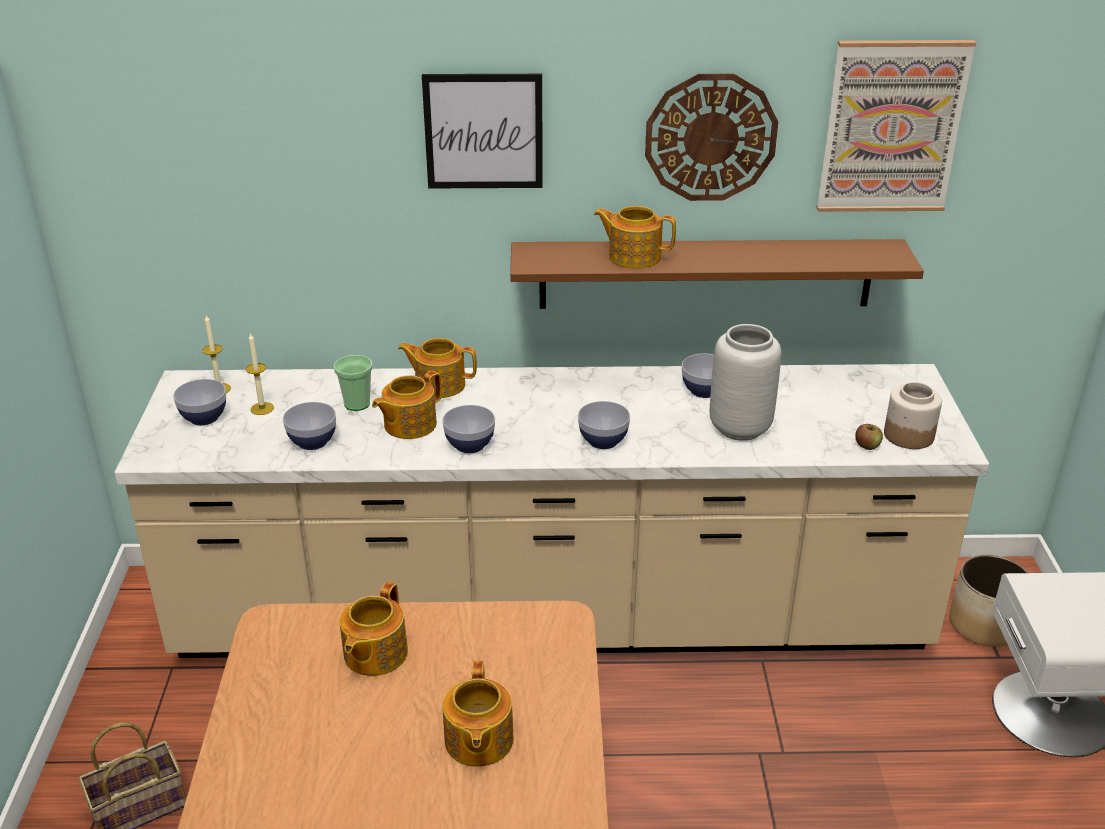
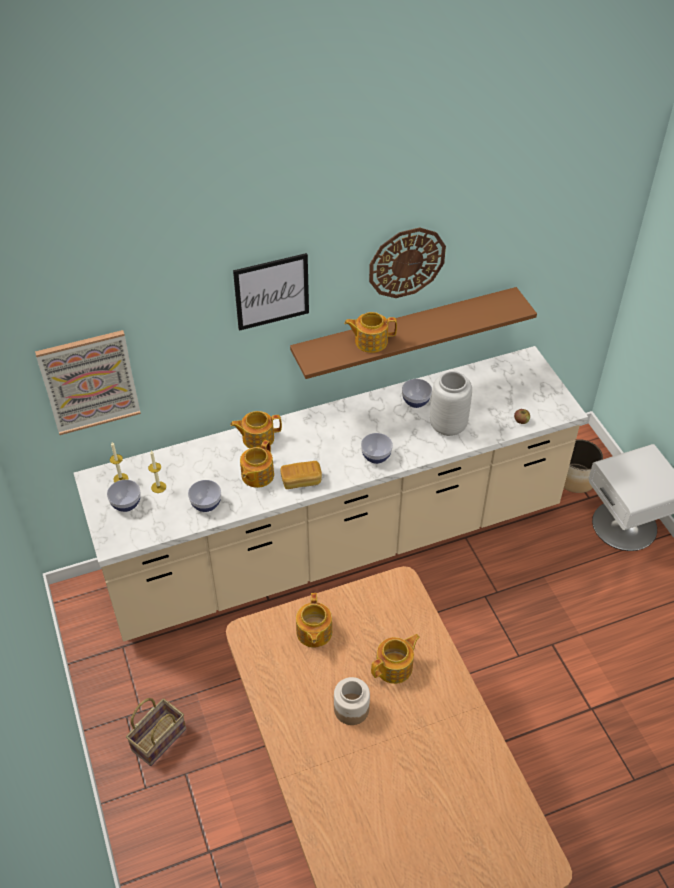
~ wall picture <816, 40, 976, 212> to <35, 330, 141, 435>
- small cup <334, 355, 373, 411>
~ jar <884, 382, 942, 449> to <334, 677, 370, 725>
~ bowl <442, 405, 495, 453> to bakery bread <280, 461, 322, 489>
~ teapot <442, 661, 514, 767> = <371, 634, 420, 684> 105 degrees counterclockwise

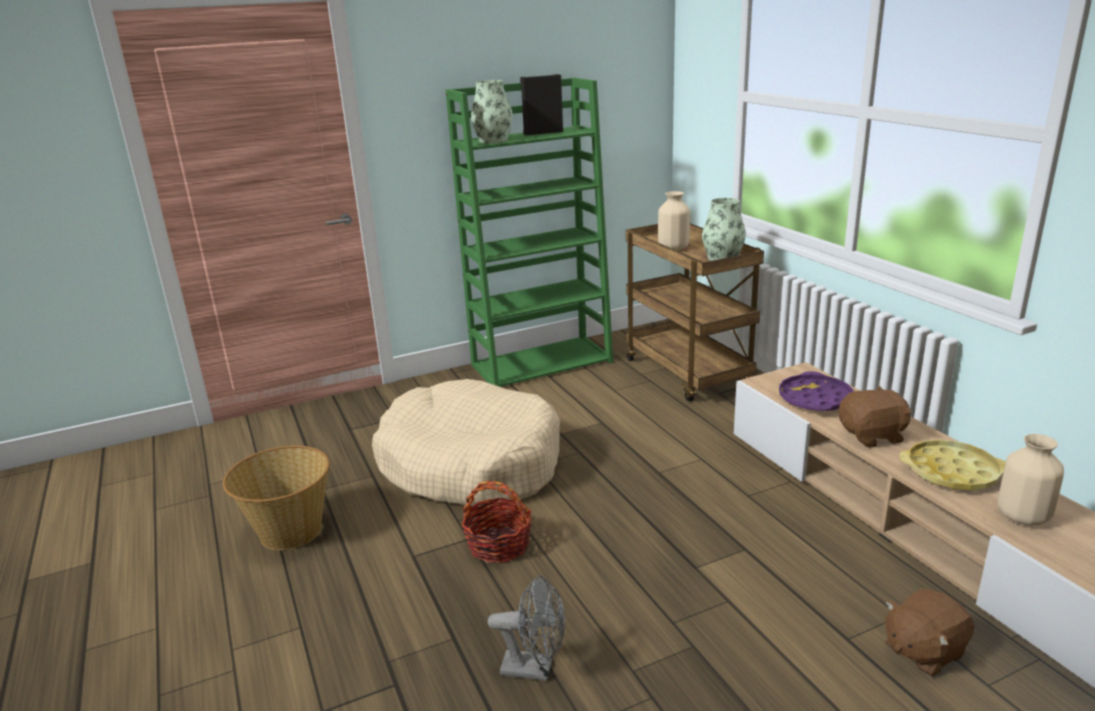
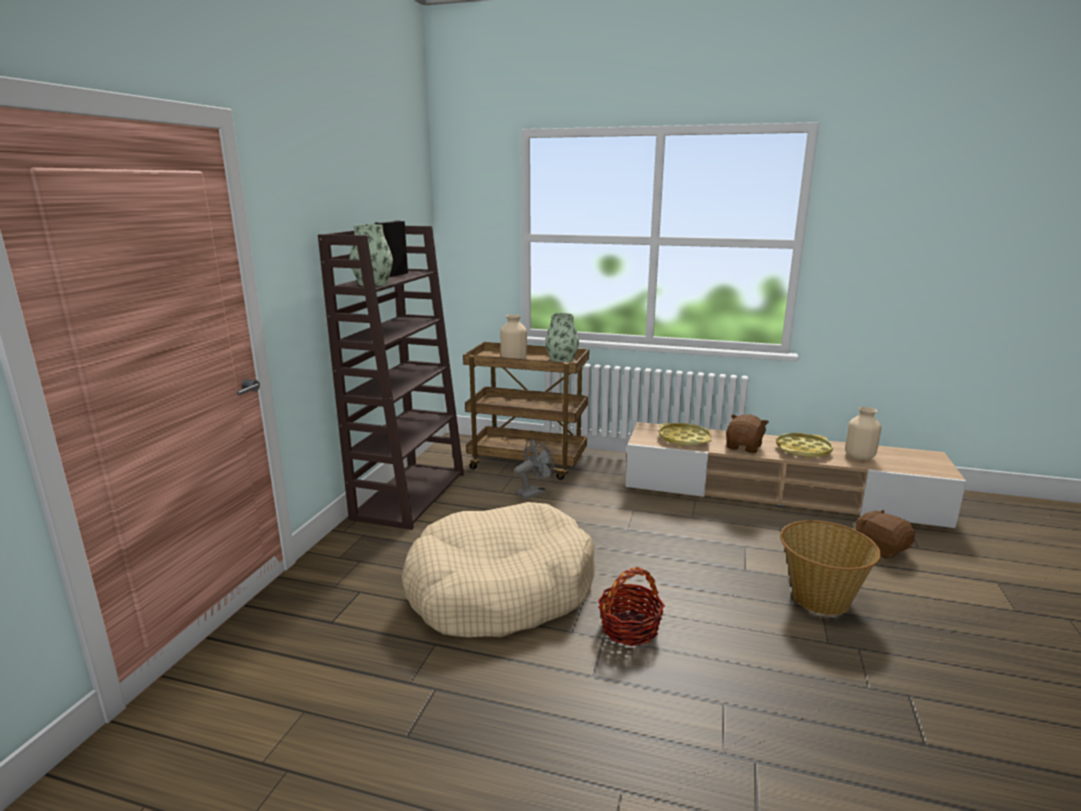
~ green bookshelf <446, 78, 613, 387> to brown bookshelf <318, 226, 464, 530>
~ purple serving tray <779, 371, 854, 411> to yellow serving tray <659, 423, 711, 446>
~ storage basket <223, 445, 330, 550> to <780, 520, 881, 615>
~ gray fan <488, 575, 565, 681> to <515, 440, 554, 499>
~ brown cuddly toy <885, 588, 974, 677> = <856, 510, 915, 559> 135 degrees clockwise

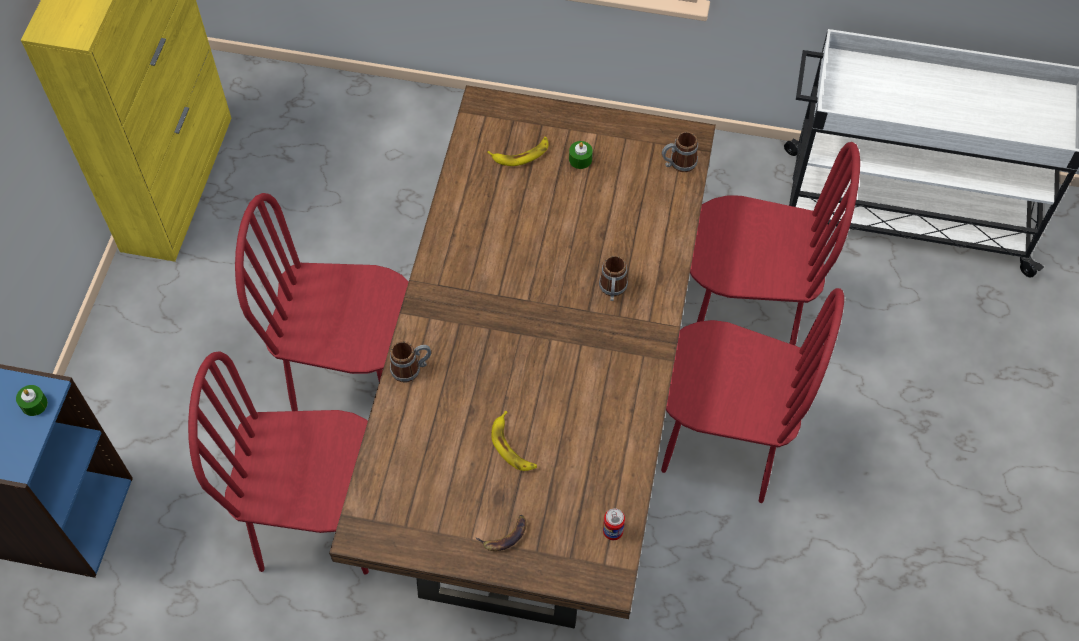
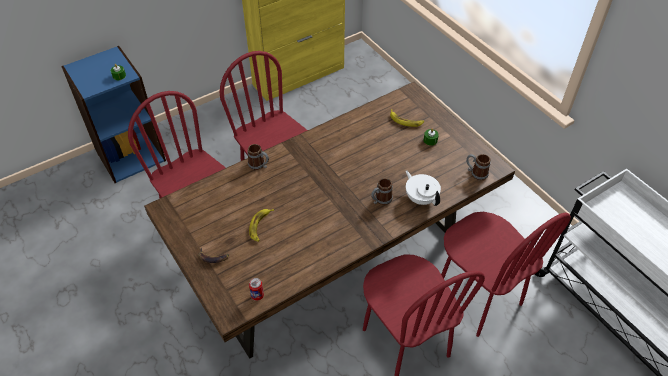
+ whitish teapot <406, 170, 441, 206>

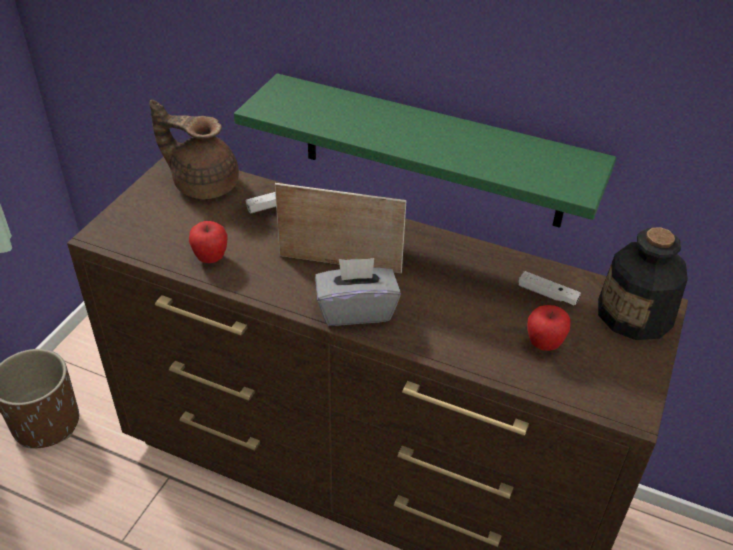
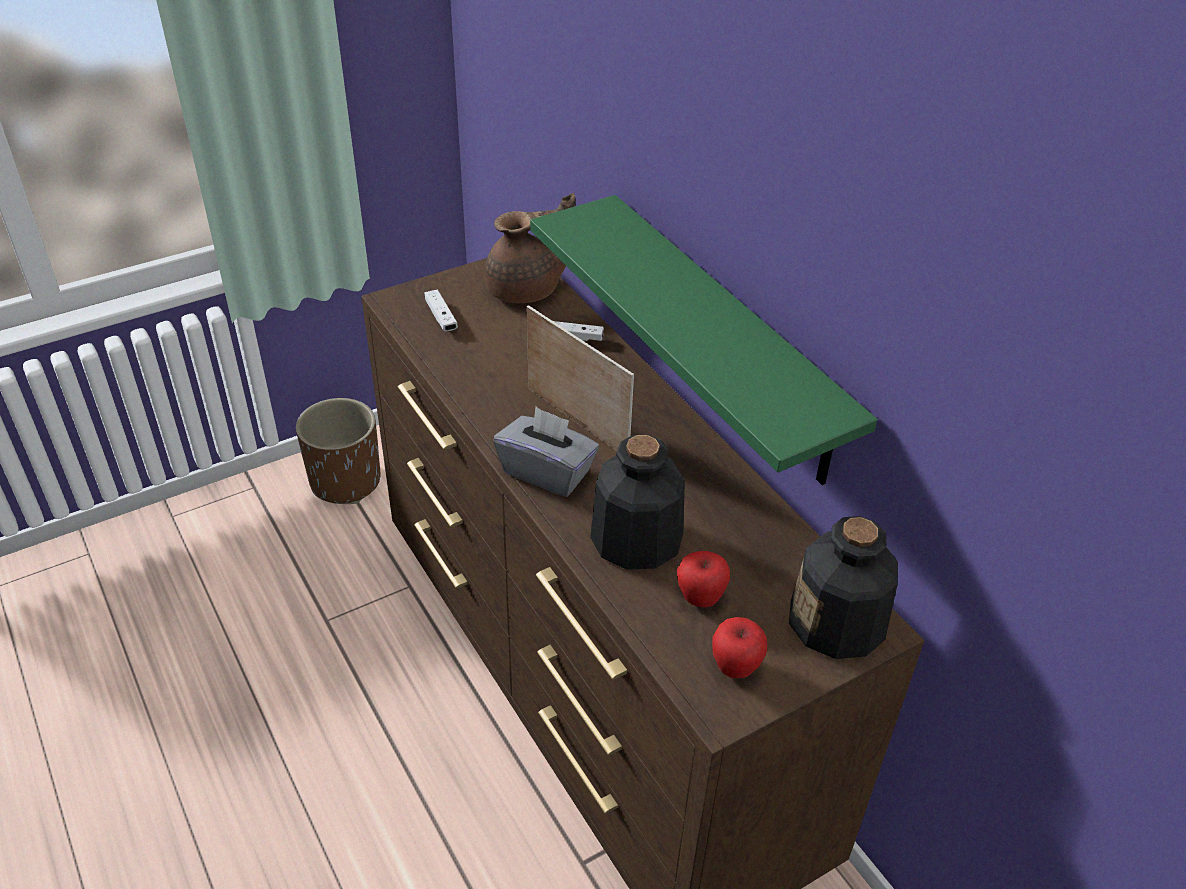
~ brown teapot <149, 99, 239, 199> = <485, 193, 575, 303> 105 degrees clockwise
~ whole apple <189, 221, 228, 263> to <712, 617, 767, 678>
~ whitish joypad <518, 271, 581, 305> to <424, 290, 458, 331>
+ drink bottle <590, 435, 685, 570>

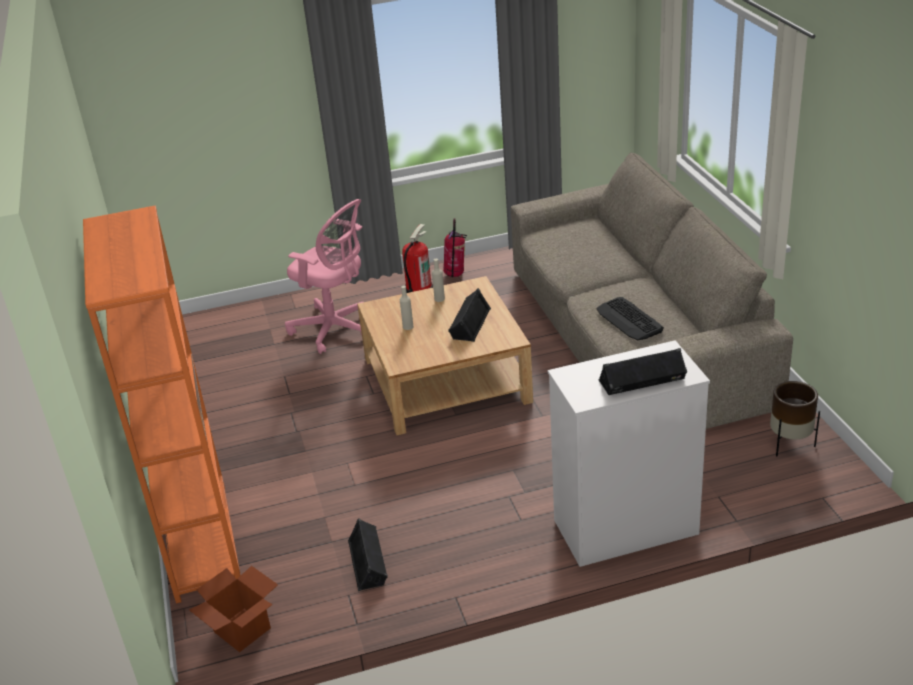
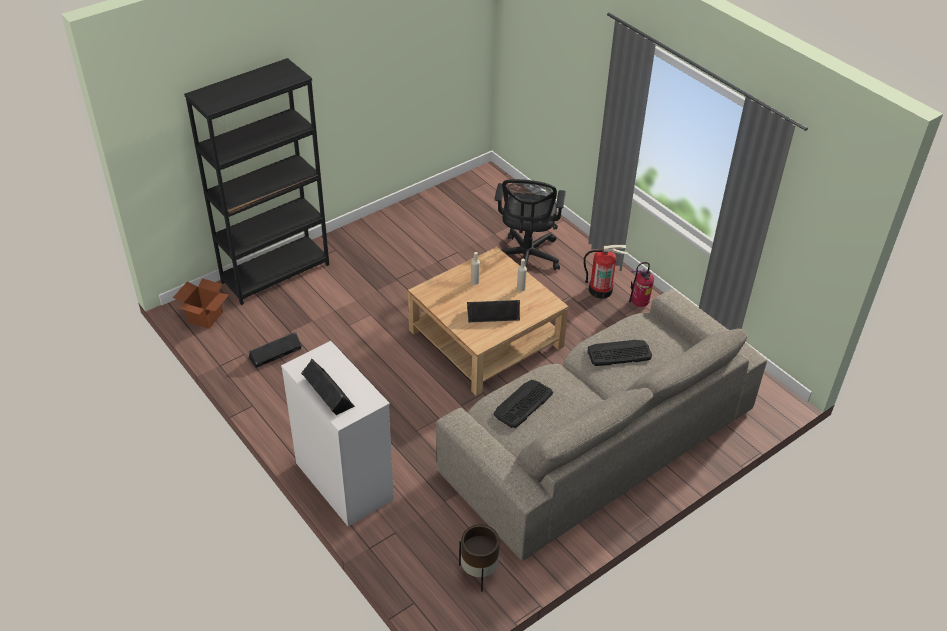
~ pink computer chair <285, 199, 363, 354> to black-coloured computer chair <495, 179, 566, 270>
~ orange-coloured bookshelf <83, 205, 241, 604> to black-coloured bookshelf <184, 58, 329, 305>
+ keyboard <588, 340, 652, 366>

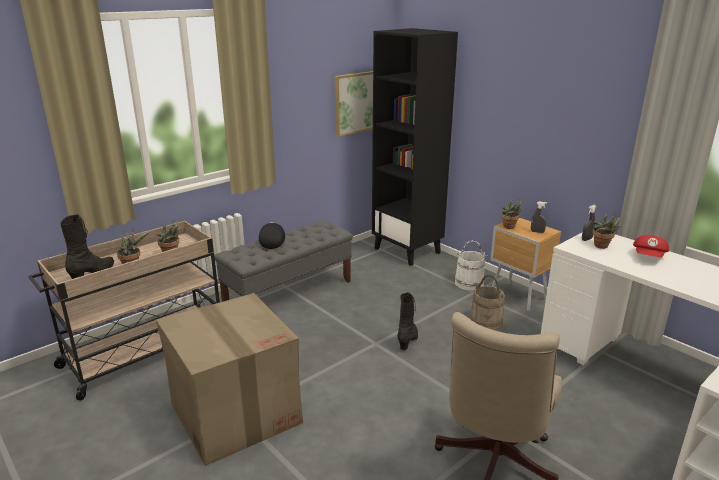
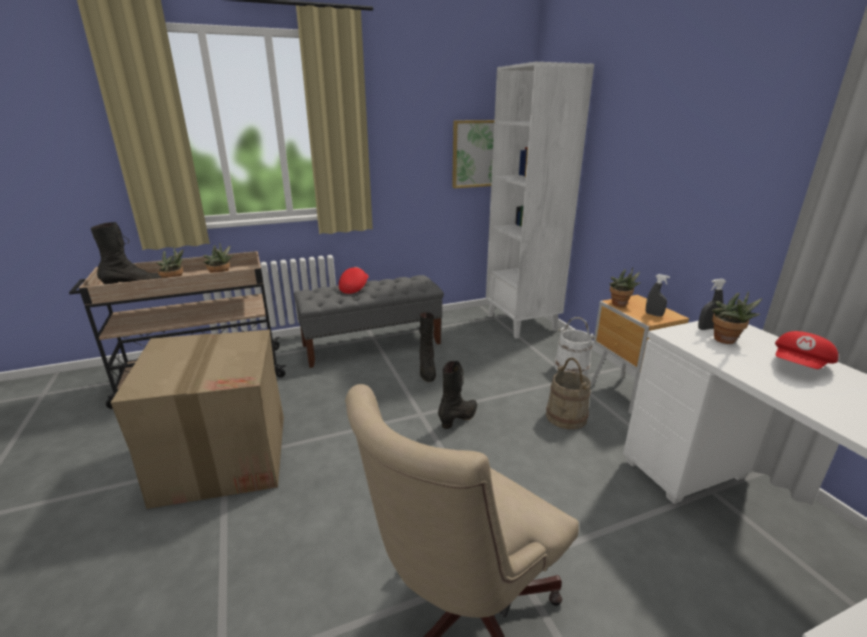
~ black-coloured bookshelf <372, 28, 458, 266> to whitish bookshelf <486, 62, 594, 339>
~ black-coloured peaked cap <259, 222, 285, 249> to reddish peaked cap <339, 267, 369, 294>
+ black-coloured high-top boot <419, 312, 436, 382>

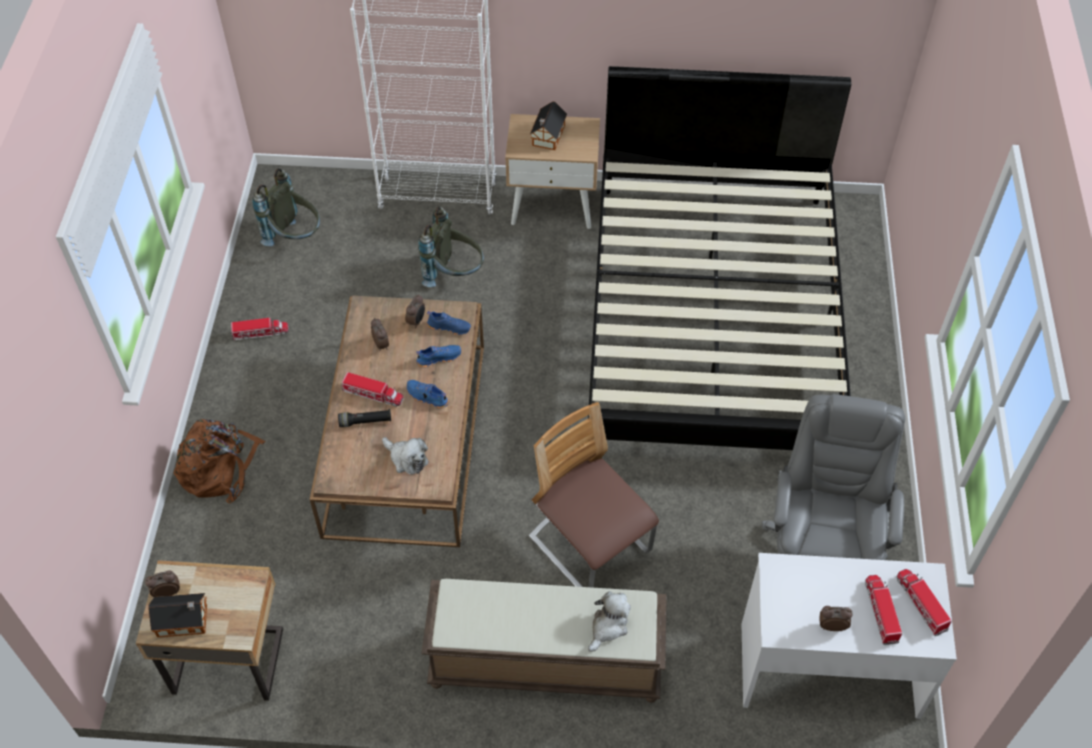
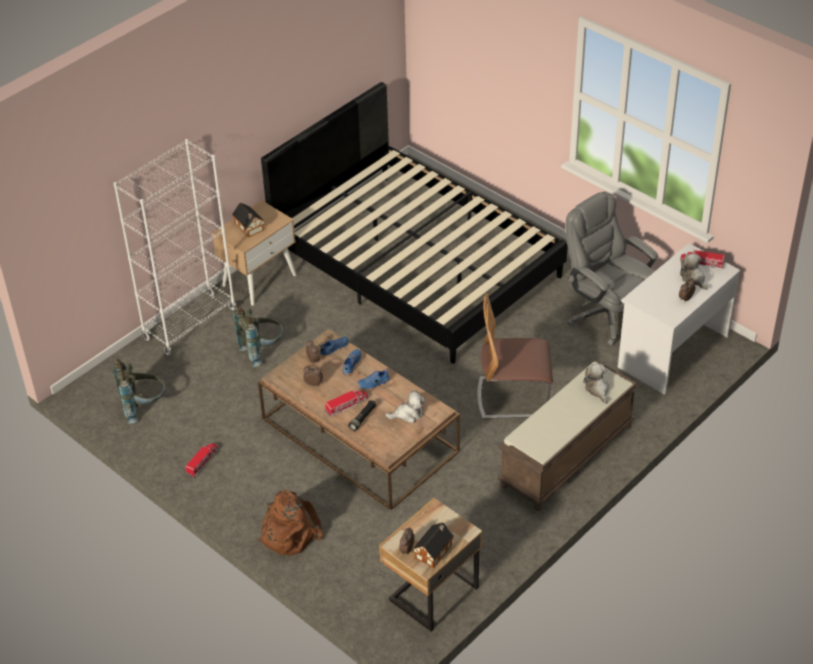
~ toy truck <865, 575, 902, 645> to cuddly toy <680, 253, 708, 290>

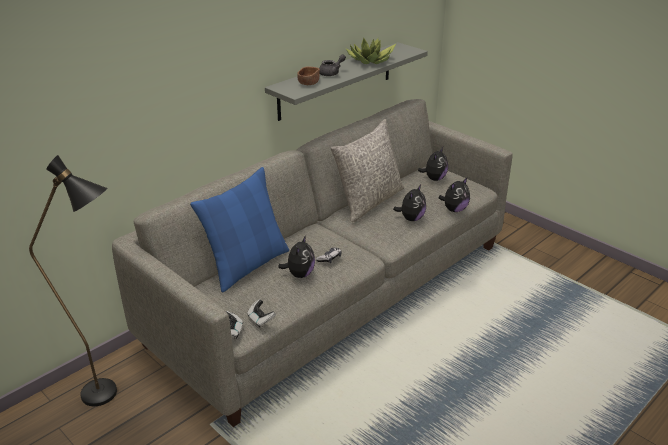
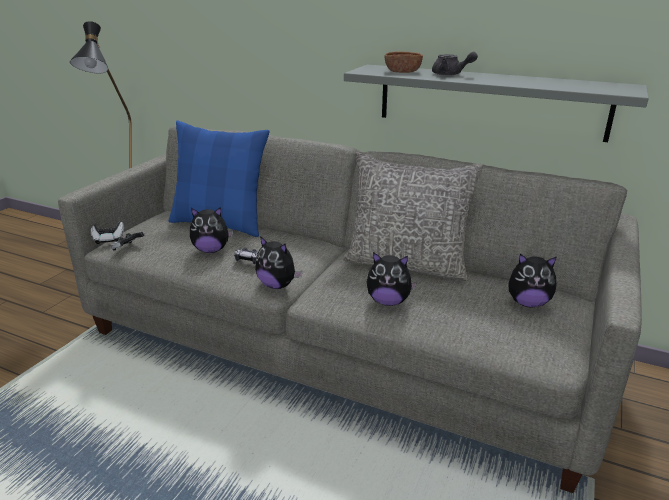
- plant in a pot <346, 38, 396, 64>
~ cuddly toy <439, 178, 470, 212> to <255, 236, 302, 289>

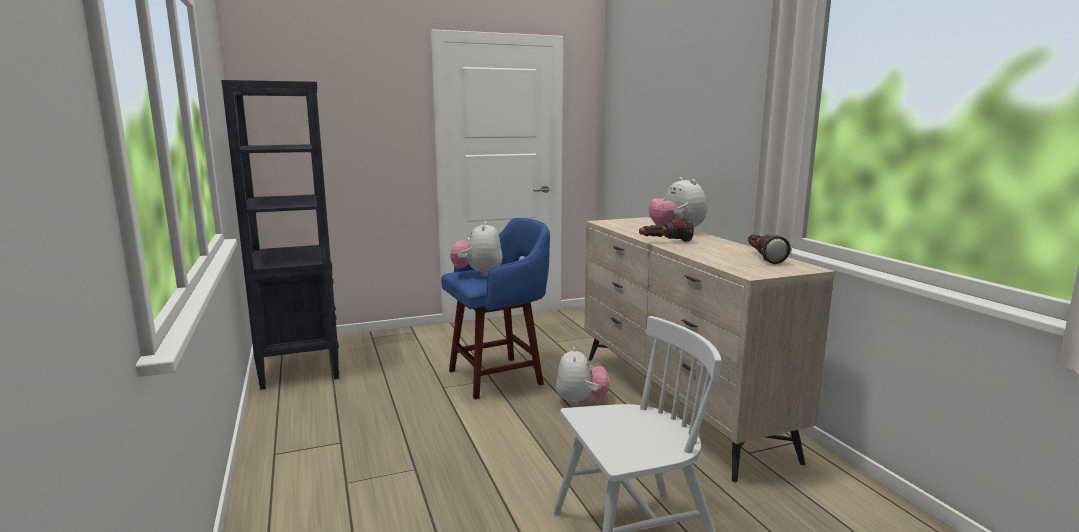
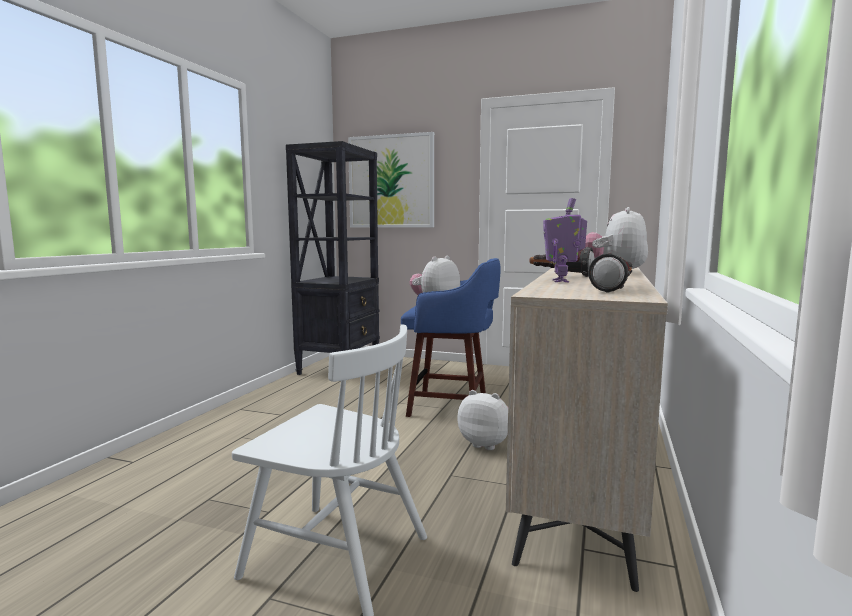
~ cuddly toy <556, 347, 609, 406> = <458, 390, 508, 450> 105 degrees counterclockwise
+ wall picture <348, 132, 434, 227>
+ robot figure <543, 198, 587, 283>

